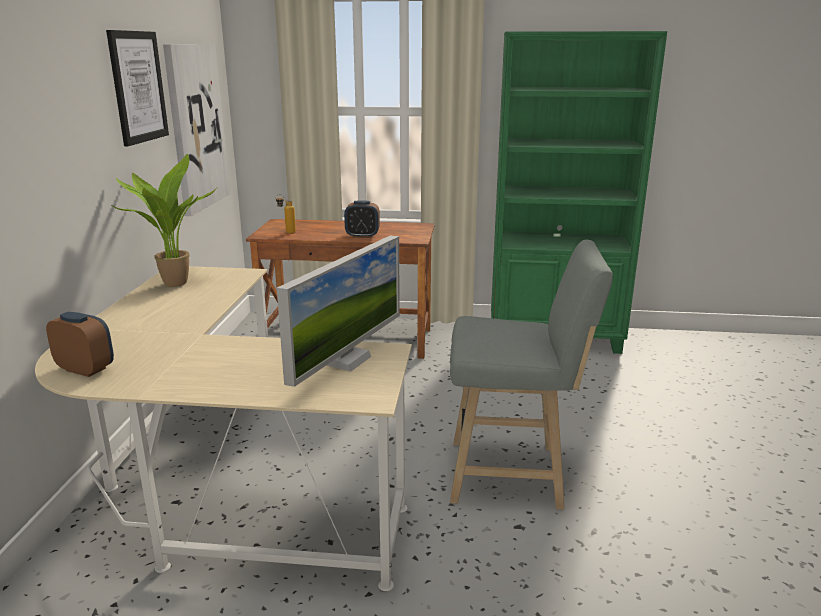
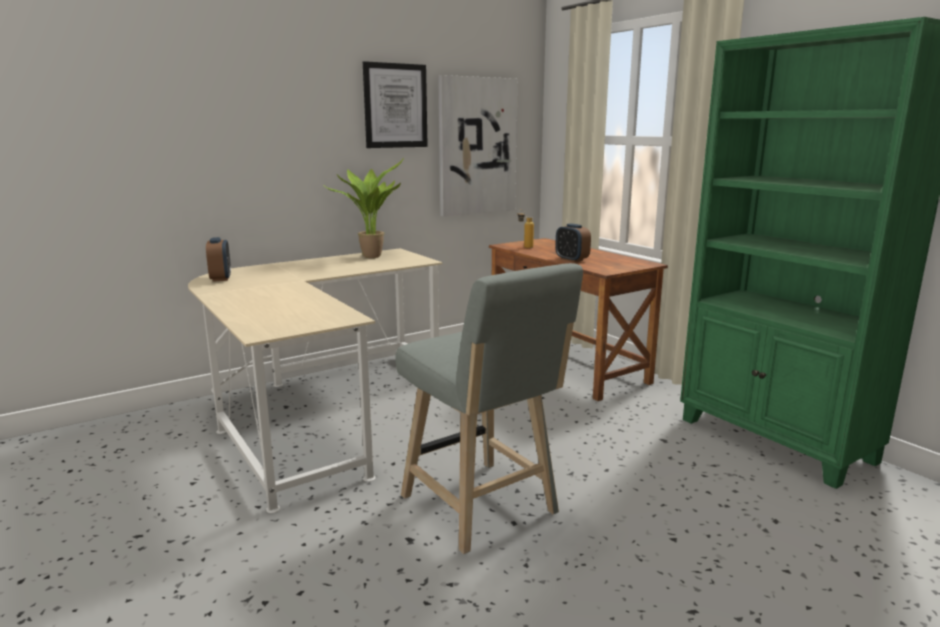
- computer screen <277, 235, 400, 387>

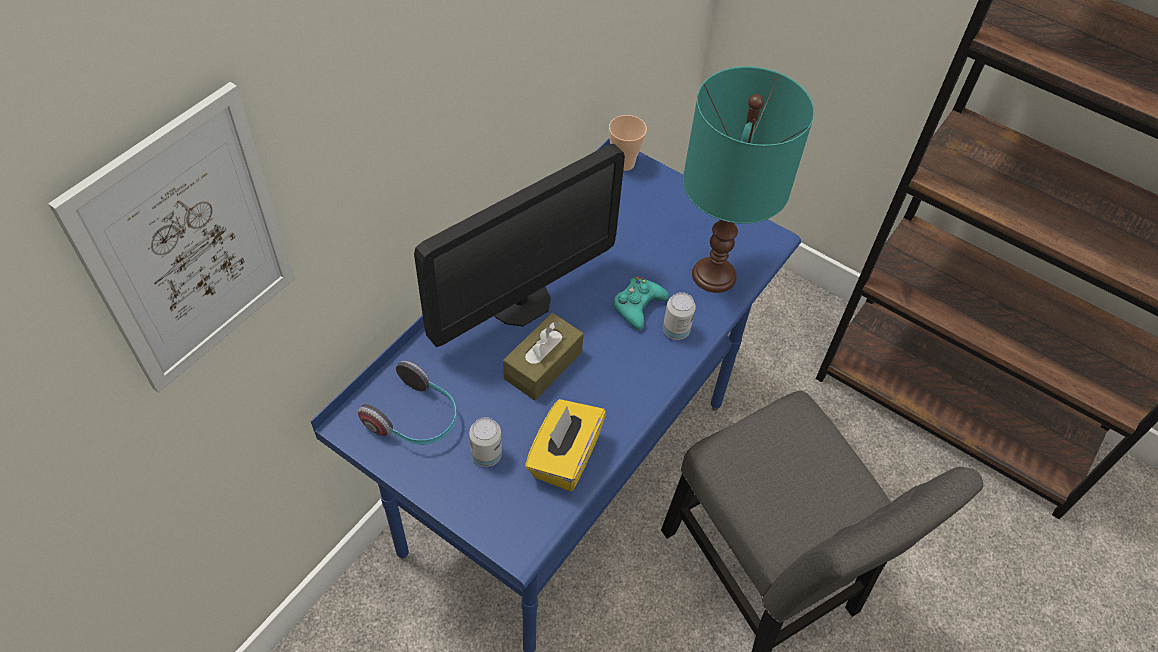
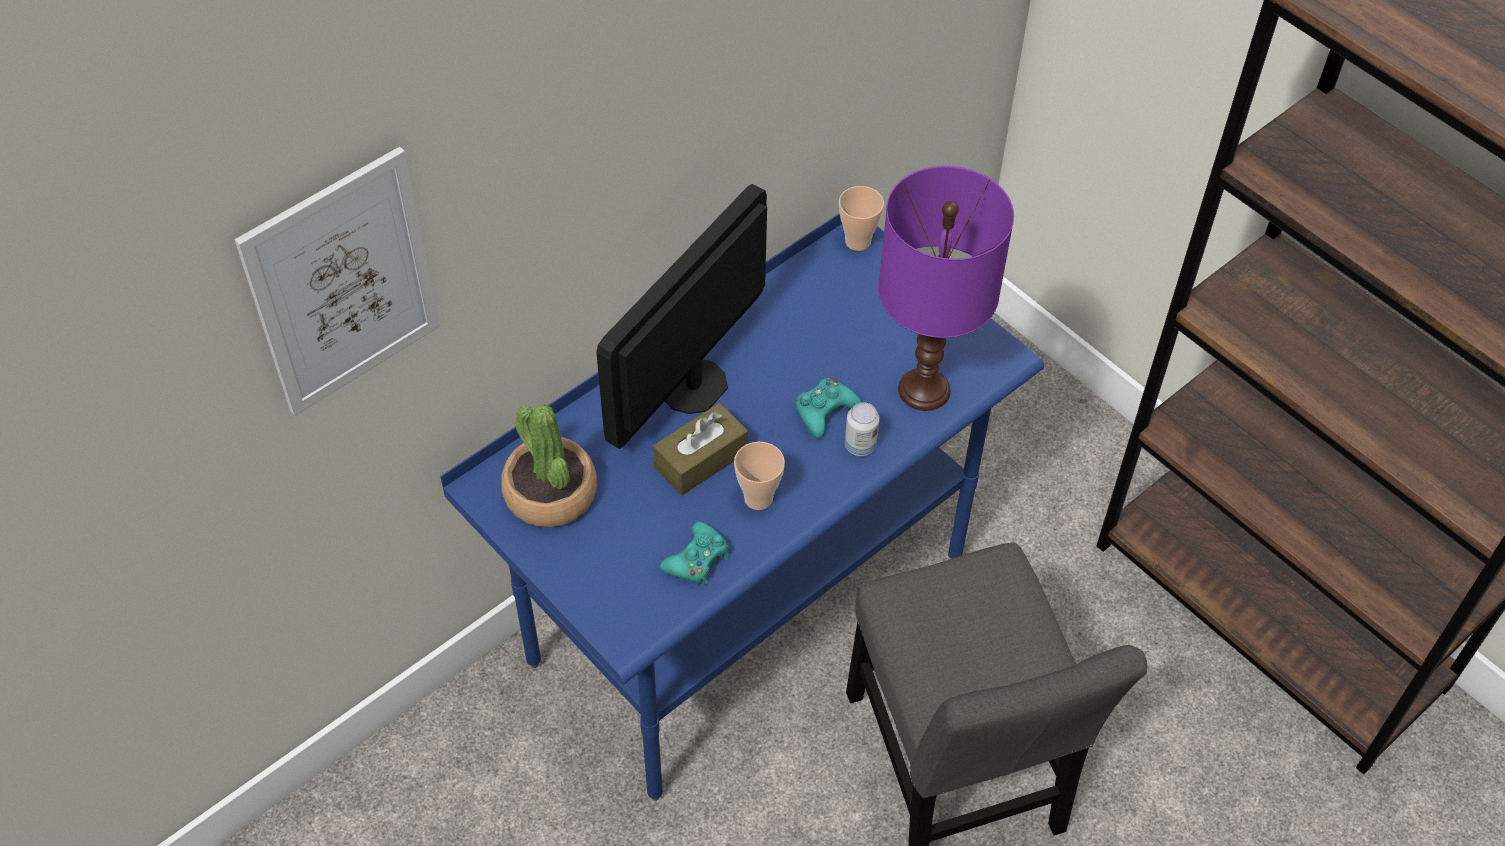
~ blue-green table lamp <683, 66, 814, 293> to purple table lamp <878, 166, 1014, 411>
~ computer screen <414, 144, 625, 347> = <596, 184, 767, 449> 150 degrees clockwise
~ headphones <358, 361, 457, 445> to plant in a pot <501, 404, 597, 527>
~ yellow tissue holder <525, 399, 606, 491> to blue-green joypad <660, 521, 729, 585>
- sealed can <469, 417, 502, 467>
+ small cup <734, 442, 785, 510>

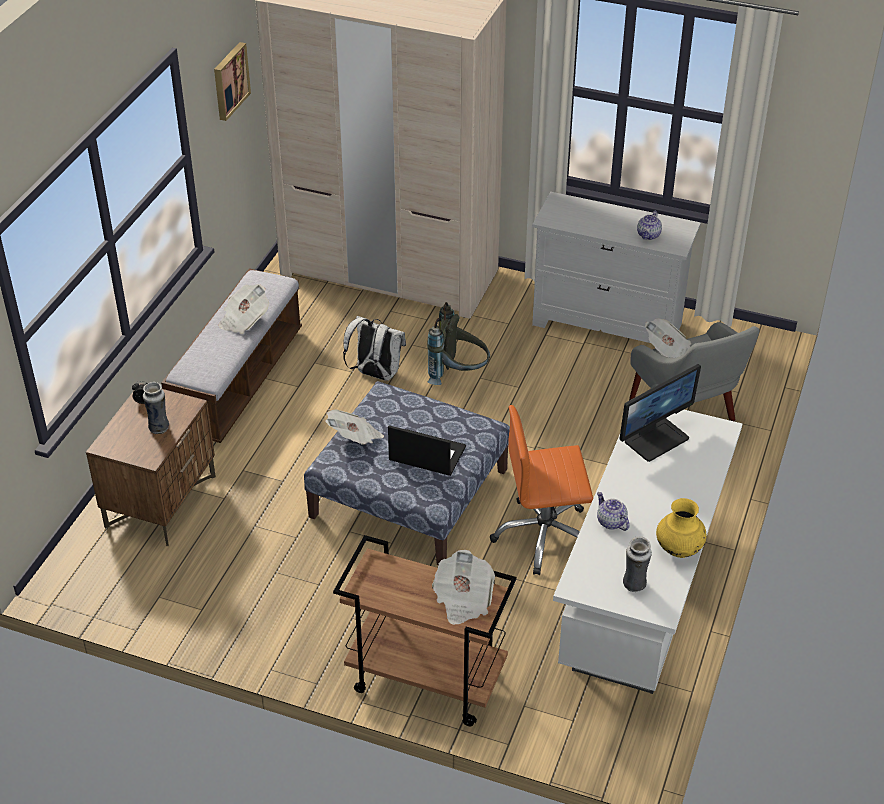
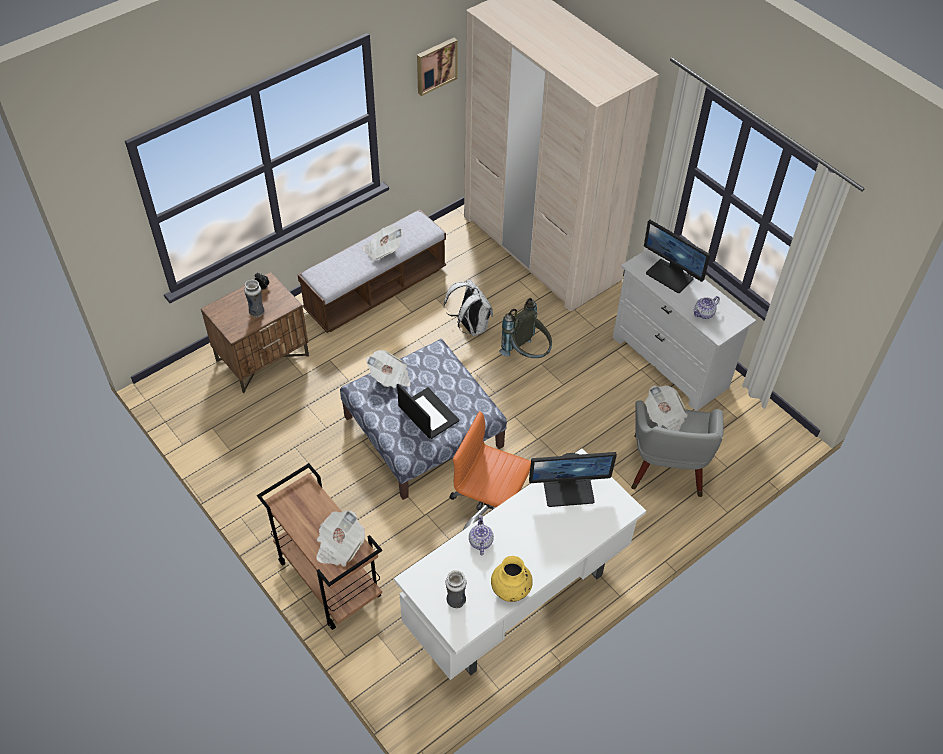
+ computer screen <644, 220, 710, 293>

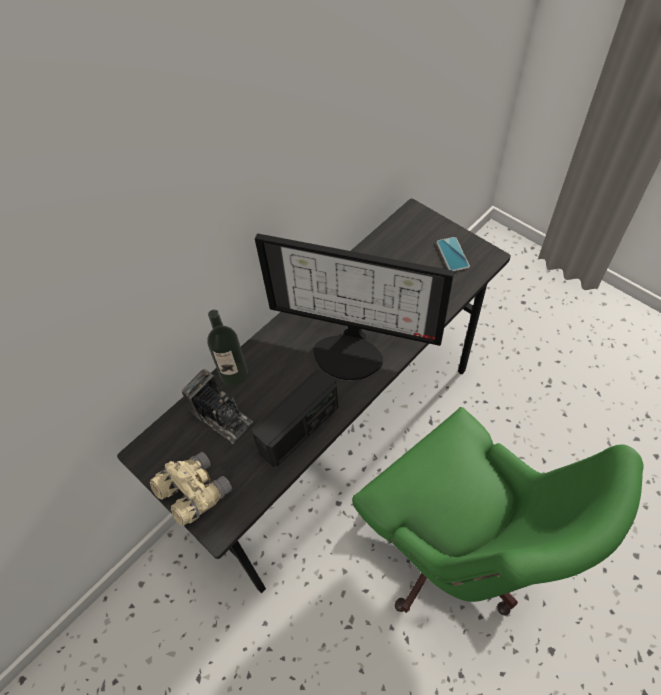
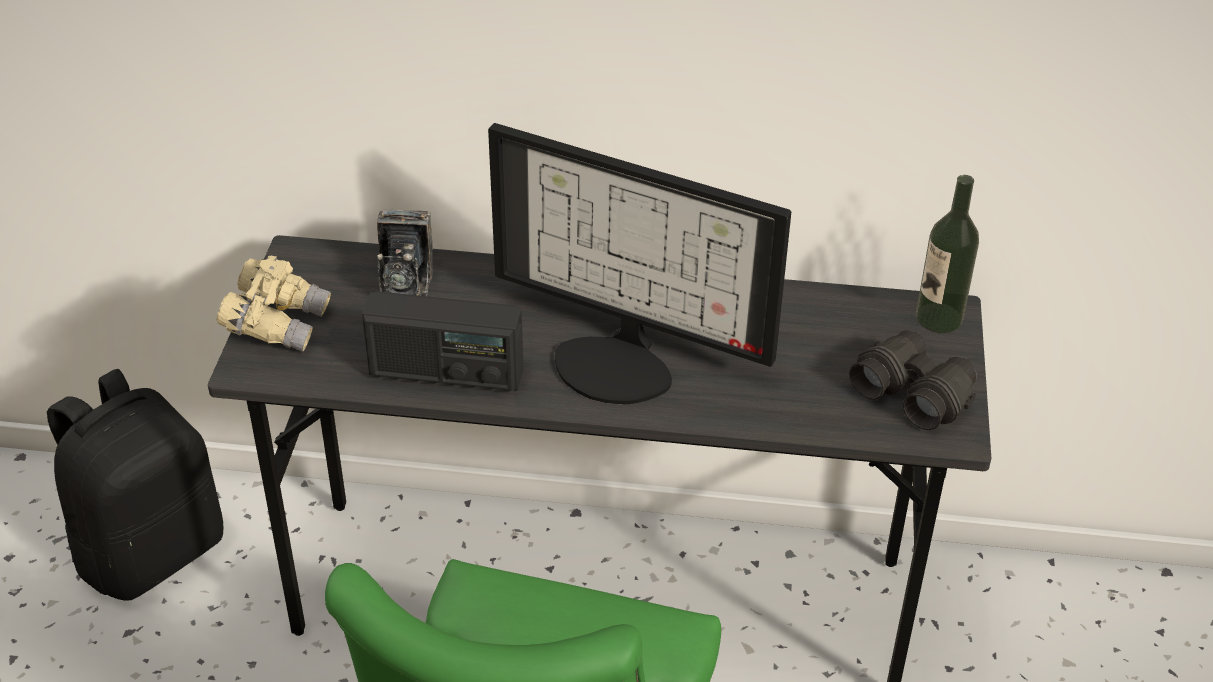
~ computer screen <255, 234, 454, 380> = <488, 123, 791, 404> 45 degrees counterclockwise
~ telephone <437, 237, 470, 271> to black-coloured field glasses <849, 330, 976, 430>
~ drink bottle <207, 310, 248, 386> to <916, 175, 979, 333>
+ black-coloured rucksack <47, 369, 223, 601>

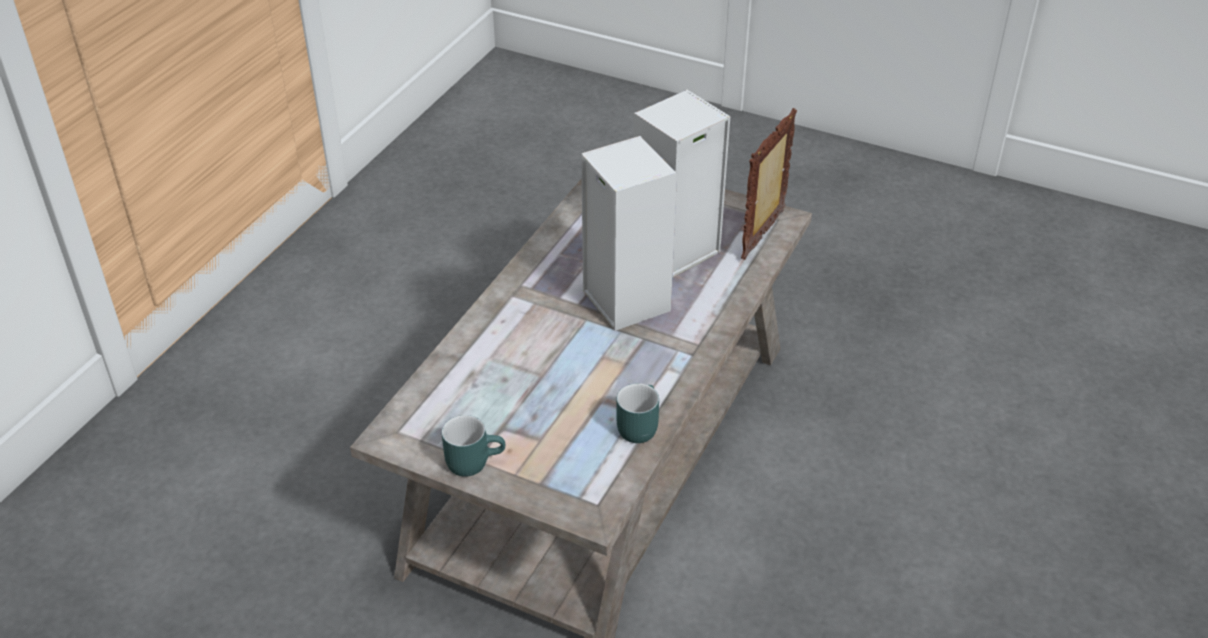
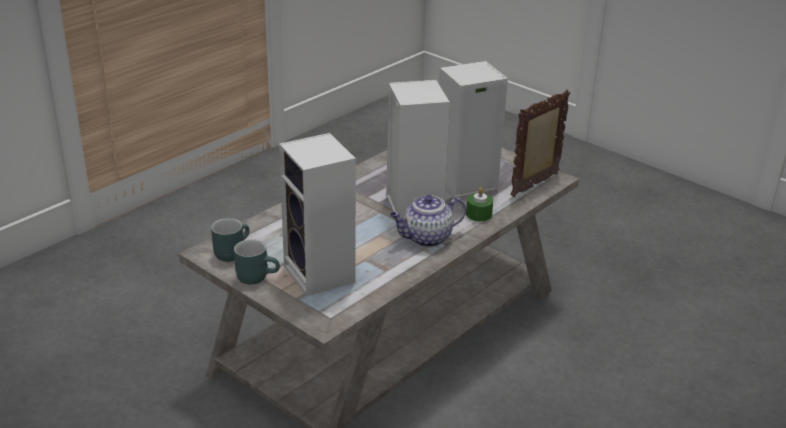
~ blue-green coffee mug <616, 383, 659, 443> to <211, 218, 250, 262>
+ loudspeaker <279, 133, 356, 296>
+ green wax candle <466, 187, 493, 222>
+ teapot <390, 195, 466, 247>

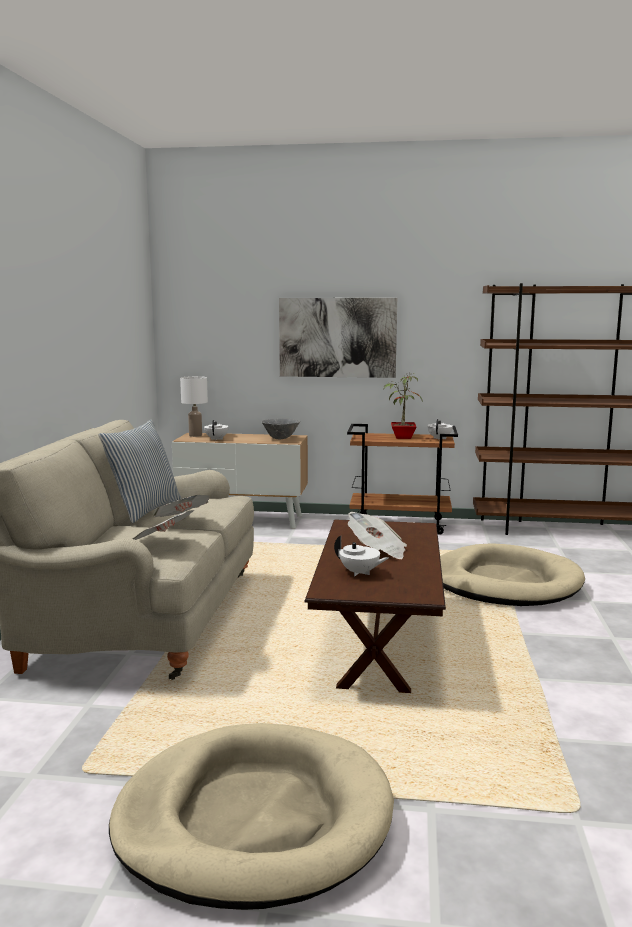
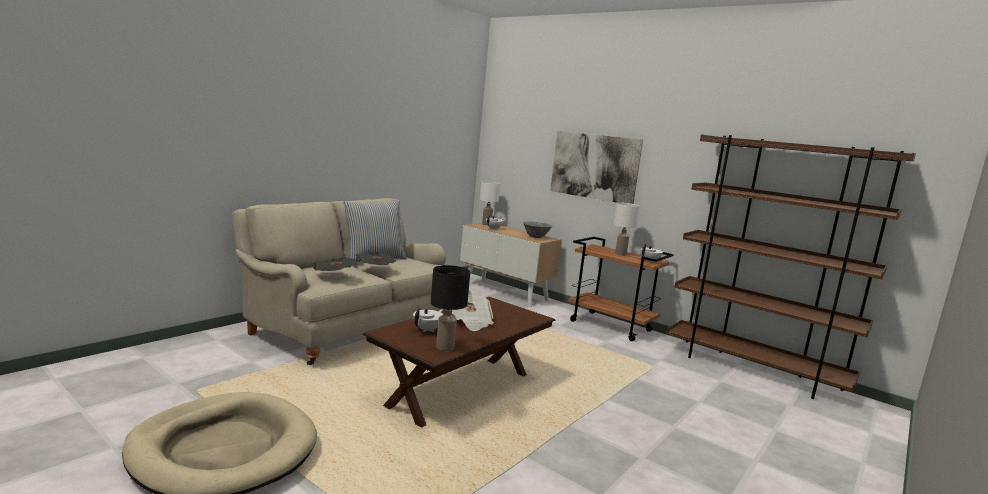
~ plant in a pot <383, 372, 423, 439> to whitish table lamp <614, 202, 640, 256>
~ whitish teapot <334, 536, 389, 576> = <413, 308, 444, 332> 120 degrees counterclockwise
- sand-coloured dog cushion <440, 543, 585, 606>
+ black-coloured table lamp <431, 265, 470, 351>

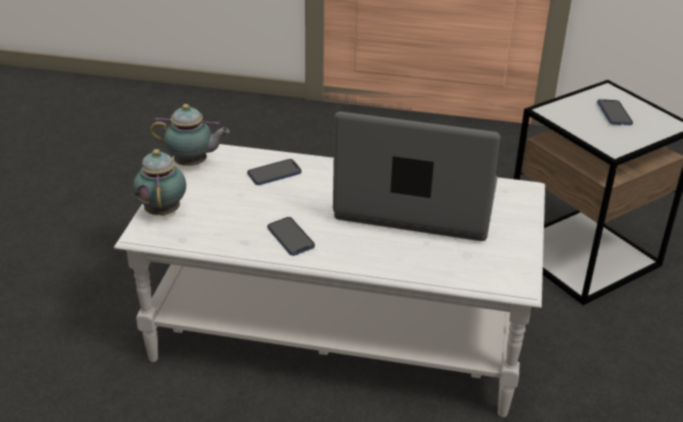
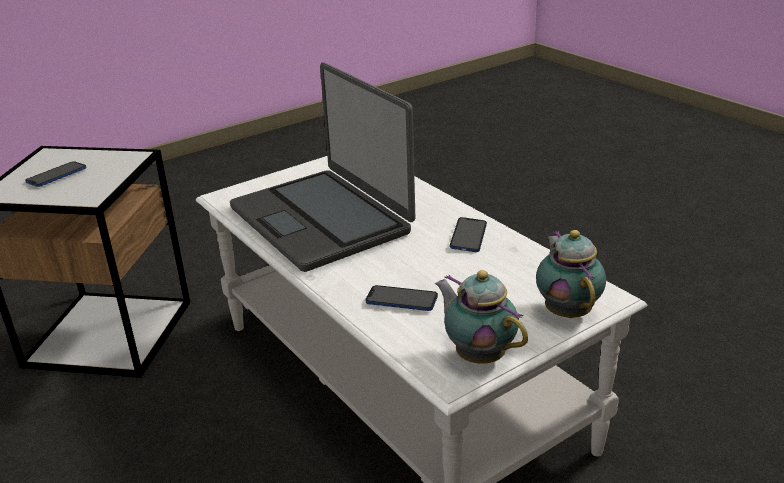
~ teapot <133, 149, 186, 216> = <536, 230, 606, 318> 135 degrees clockwise

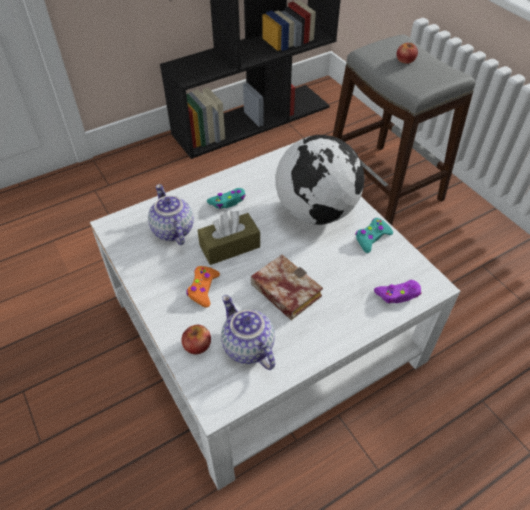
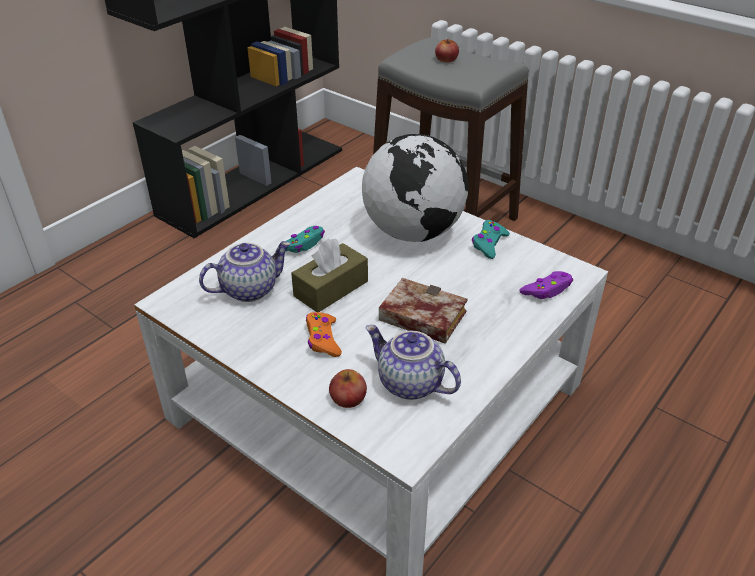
~ teapot <148, 184, 194, 245> = <199, 241, 291, 302> 105 degrees clockwise

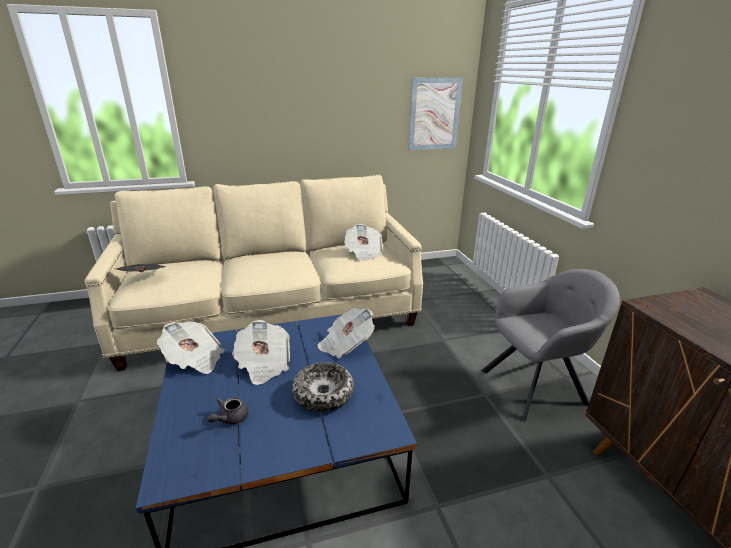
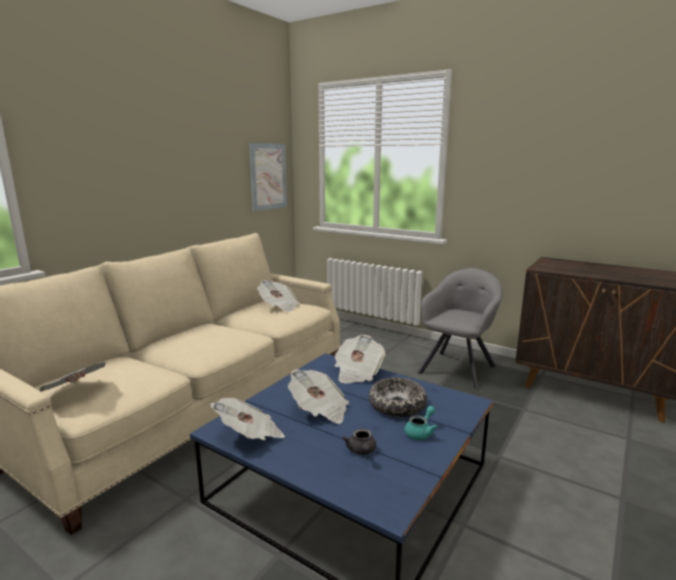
+ blue-green teapot <404, 406, 438, 440>

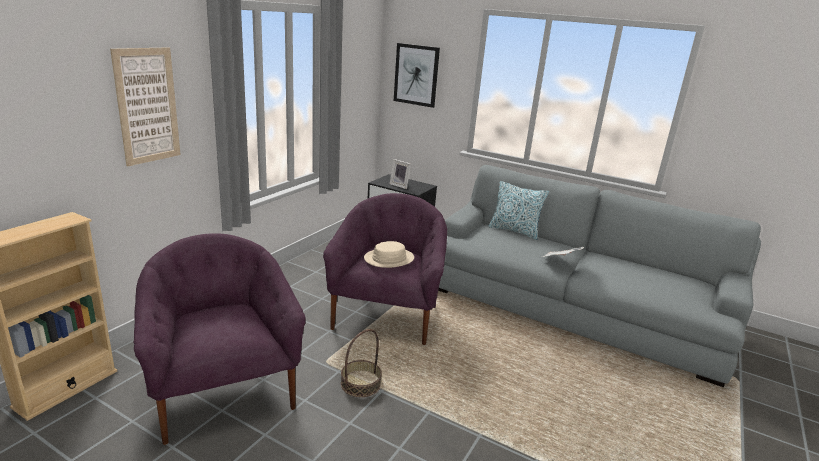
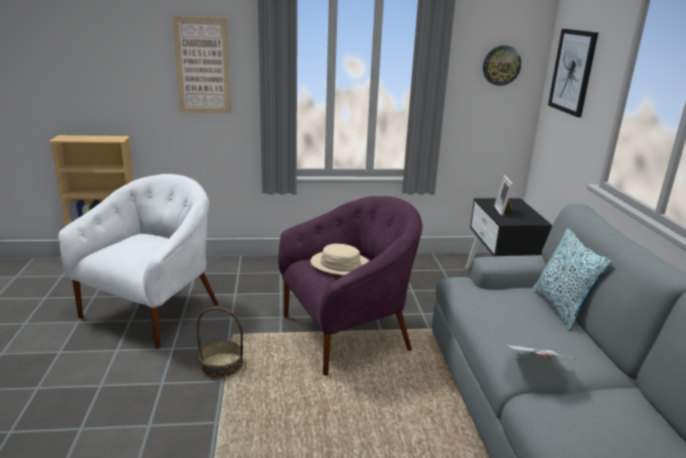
~ purple lounge chair <133, 234, 306, 445> to whitish lounge chair <58, 174, 218, 349>
+ clock on the wall <483, 45, 522, 86>

